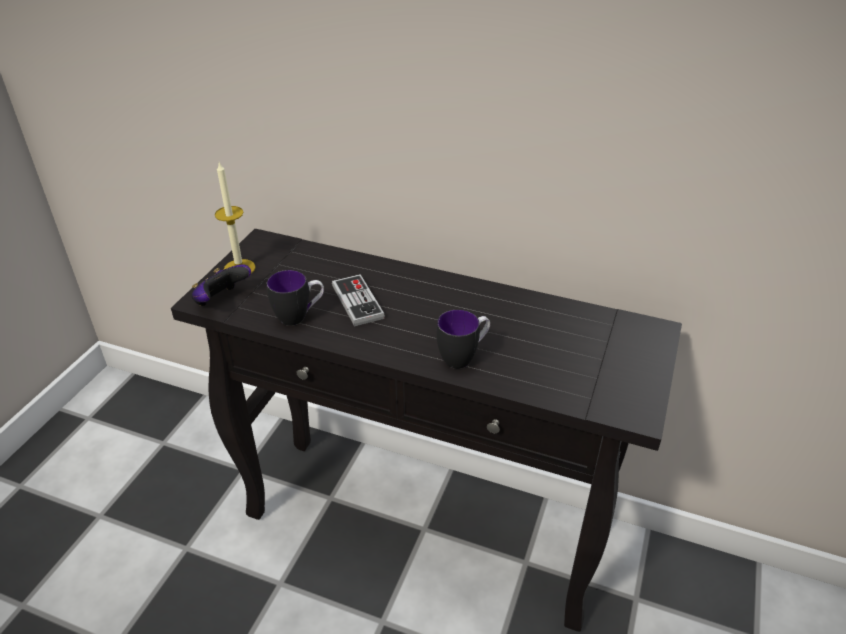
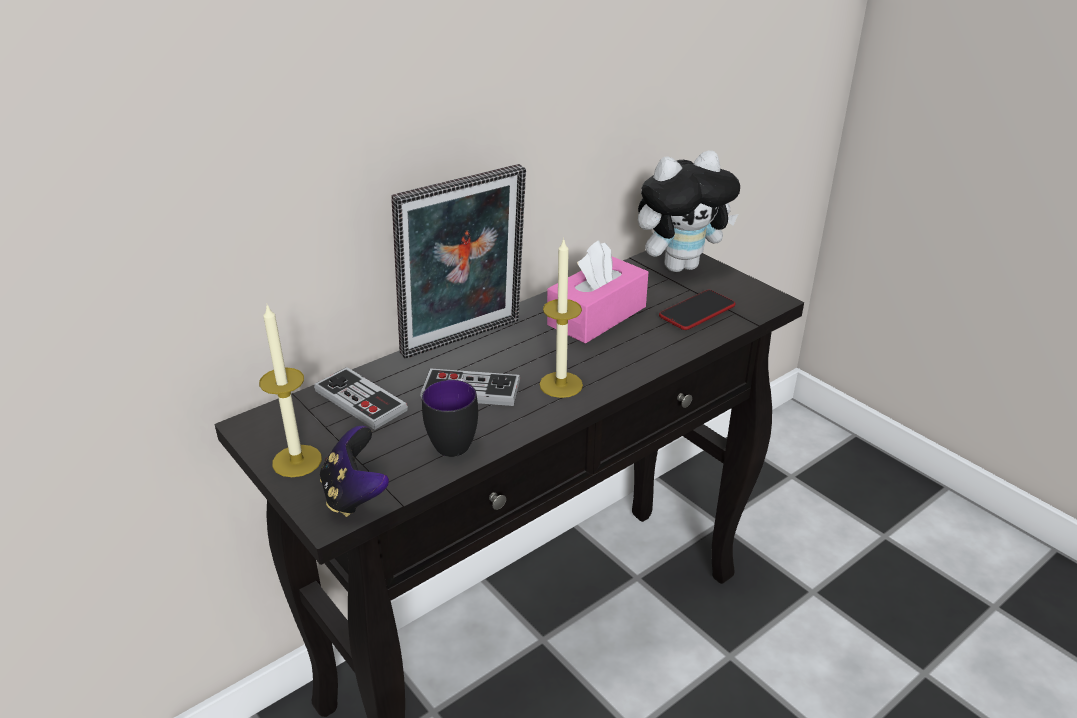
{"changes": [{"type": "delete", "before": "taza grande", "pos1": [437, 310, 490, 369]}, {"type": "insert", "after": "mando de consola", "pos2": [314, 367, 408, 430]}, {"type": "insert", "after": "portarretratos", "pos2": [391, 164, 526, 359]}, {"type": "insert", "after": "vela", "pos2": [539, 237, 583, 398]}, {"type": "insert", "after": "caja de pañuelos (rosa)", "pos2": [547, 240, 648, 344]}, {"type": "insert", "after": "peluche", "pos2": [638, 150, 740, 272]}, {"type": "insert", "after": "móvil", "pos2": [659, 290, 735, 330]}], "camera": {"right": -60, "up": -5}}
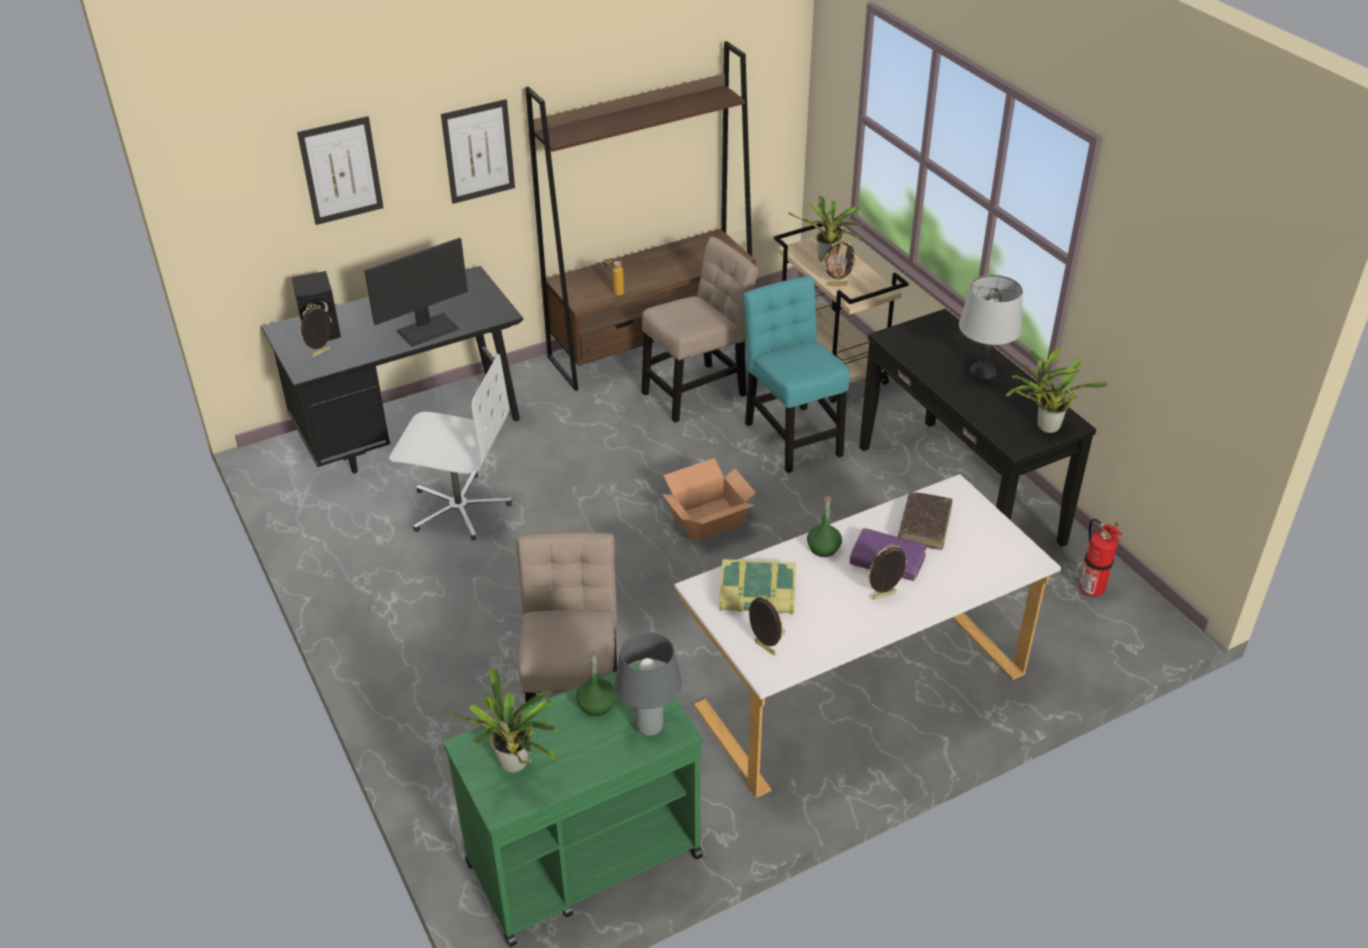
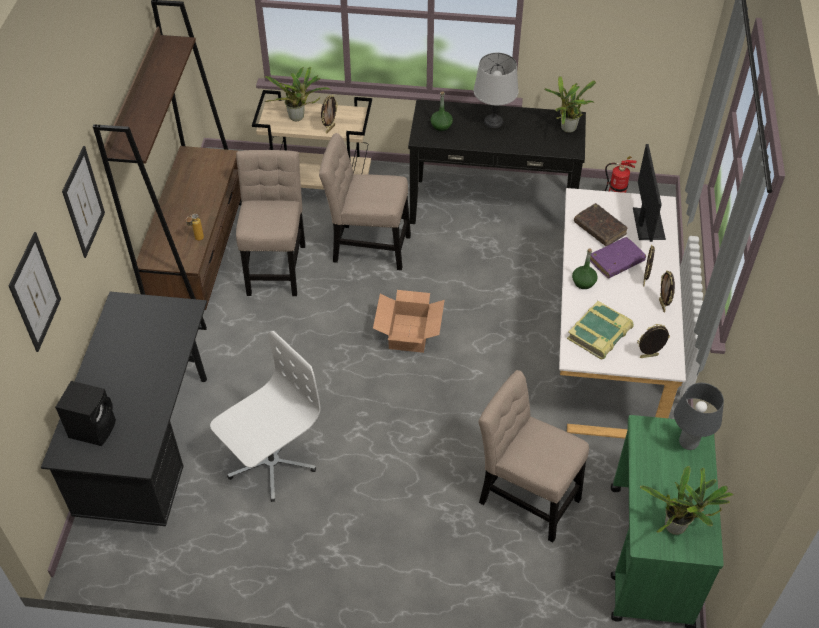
{"changes": [{"type": "move", "before": "portarretratos", "pos1": [298, 304, 332, 357], "pos2": [659, 270, 675, 312]}, {"type": "move", "before": "monitor", "pos1": [364, 238, 468, 347], "pos2": [633, 144, 666, 242]}, {"type": "move", "before": "botella (verde)", "pos1": [576, 651, 616, 716], "pos2": [431, 91, 453, 131]}, {"type": "recolor", "before": "silla (turquesa)", "after": "silla (beis)", "pos1": [743, 276, 850, 473], "pos2": [319, 133, 411, 270]}], "camera": {"right": -55, "up": 10}}
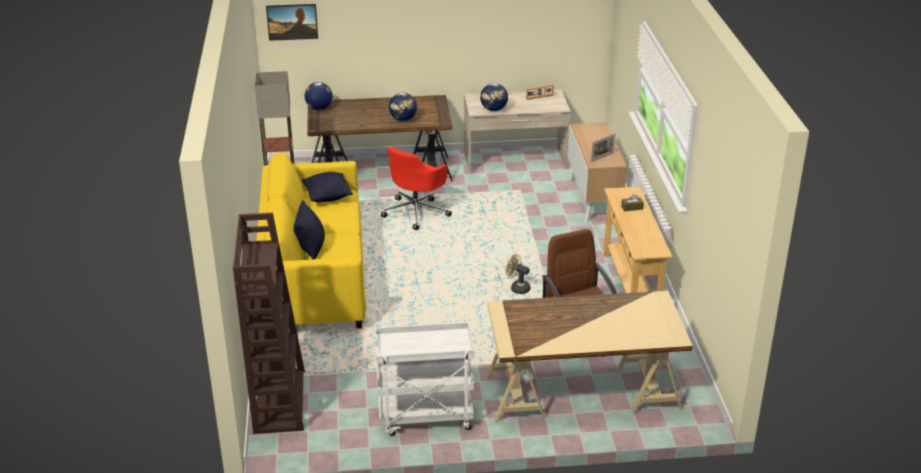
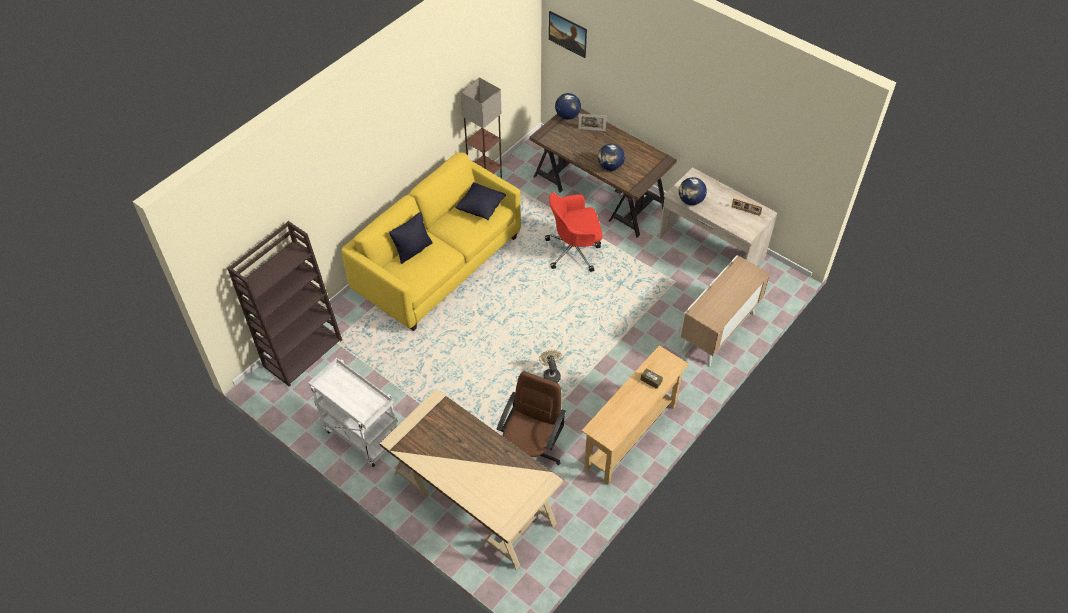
{"changes": [{"type": "move", "before": "portarretratos", "pos1": [591, 133, 615, 162], "pos2": [578, 114, 607, 131]}], "camera": {"right": 45, "up": 20}}
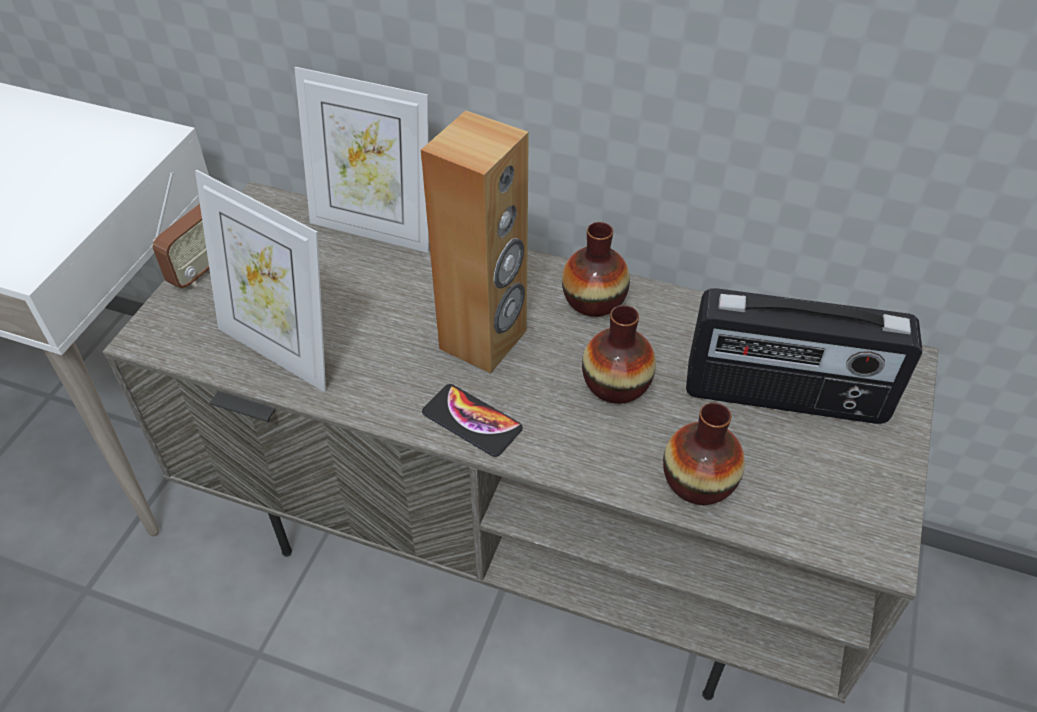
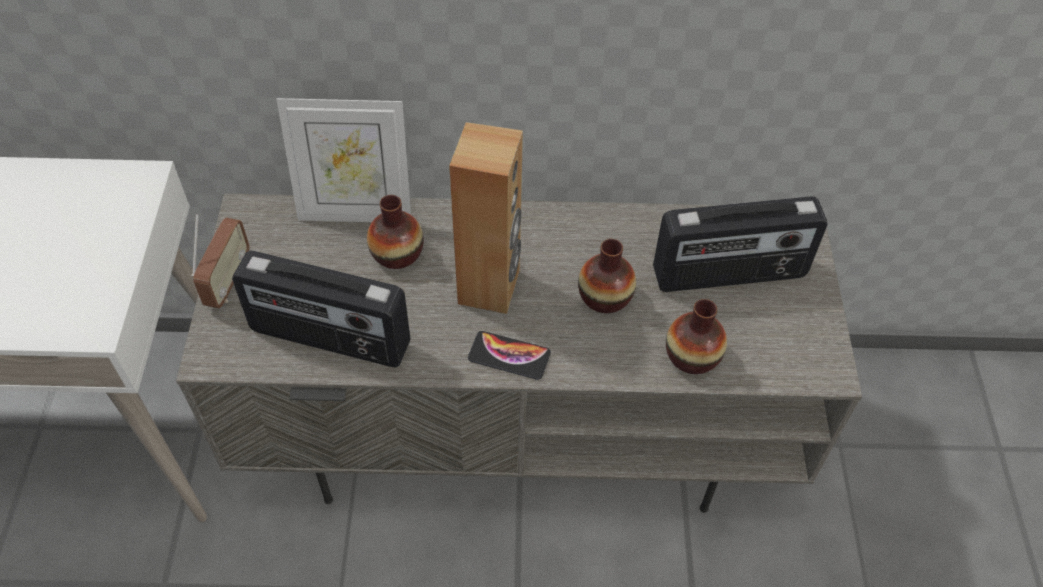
{"changes": [{"type": "replace", "before": "portarretratos", "after": "radio", "pos1": [195, 170, 326, 392], "pos2": [232, 251, 411, 367]}, {"type": "move", "before": "florero", "pos1": [562, 222, 630, 317], "pos2": [367, 195, 424, 269]}], "camera": {"right": -20, "up": 5}}
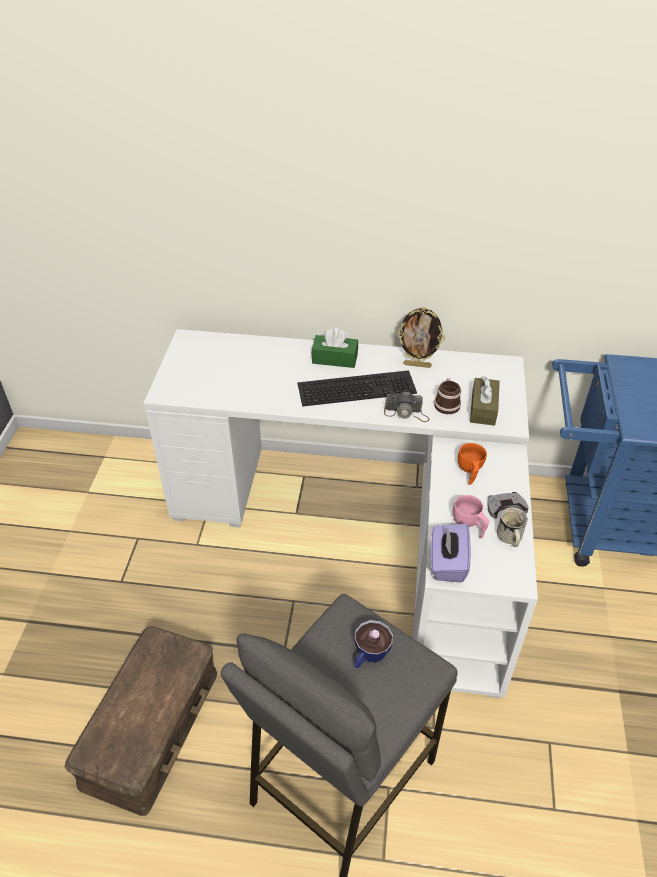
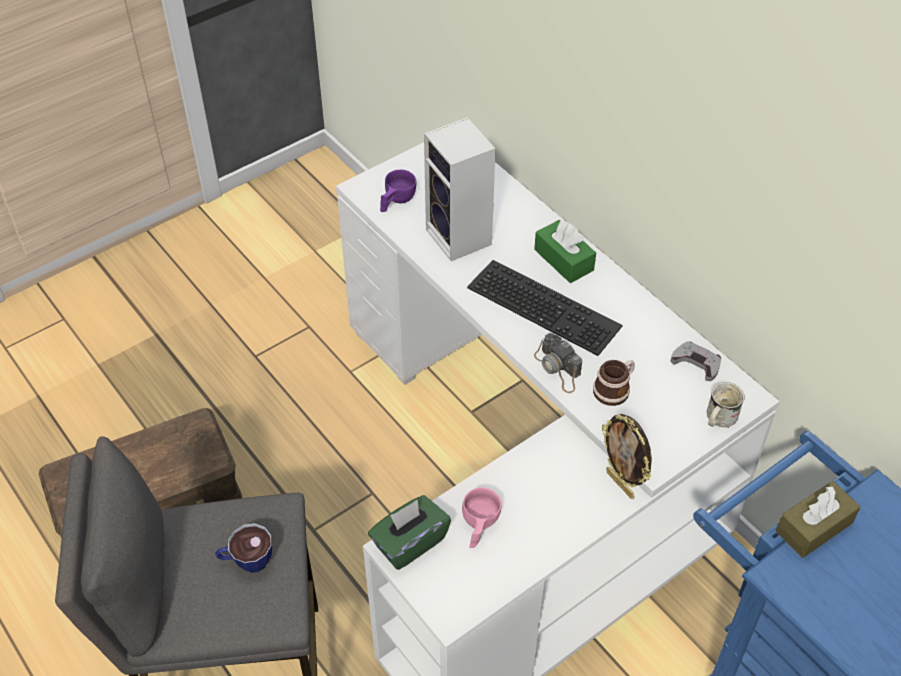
{"changes": [{"type": "move", "before": "portarretratos", "pos1": [397, 307, 445, 368], "pos2": [602, 414, 652, 499]}, {"type": "recolor", "before": "caja de pañuelos (morado)", "after": "caja de pañuelos (verde)", "pos1": [431, 524, 470, 582], "pos2": [368, 495, 451, 570]}, {"type": "delete", "before": "taza (naranja)", "pos1": [458, 443, 487, 485]}, {"type": "move", "before": "caja de pañuelos (marrón)", "pos1": [470, 376, 500, 426], "pos2": [776, 481, 861, 558]}, {"type": "move", "before": "mando de consola (gris)", "pos1": [487, 492, 529, 518], "pos2": [671, 342, 721, 381]}, {"type": "move", "before": "taza grande (blanco)", "pos1": [497, 507, 528, 547], "pos2": [707, 382, 745, 428]}, {"type": "insert", "after": "taza (morado)", "pos2": [380, 169, 416, 212]}, {"type": "insert", "after": "altavoz", "pos2": [424, 117, 496, 261]}], "camera": {"right": 45, "up": 5}}
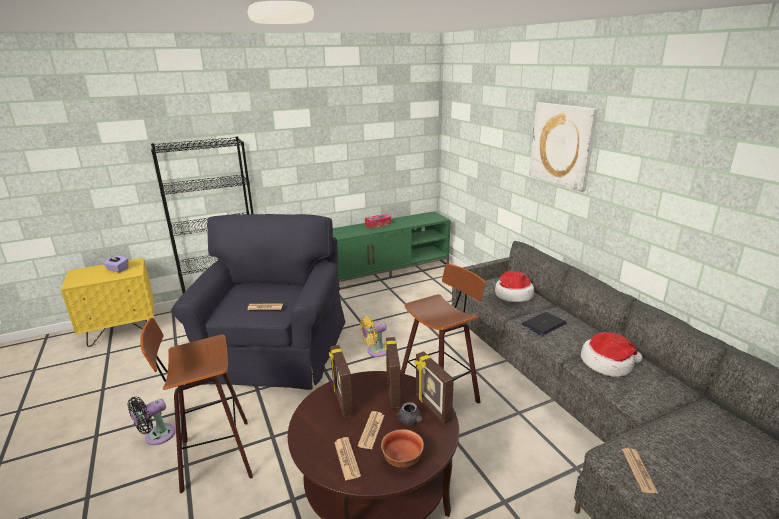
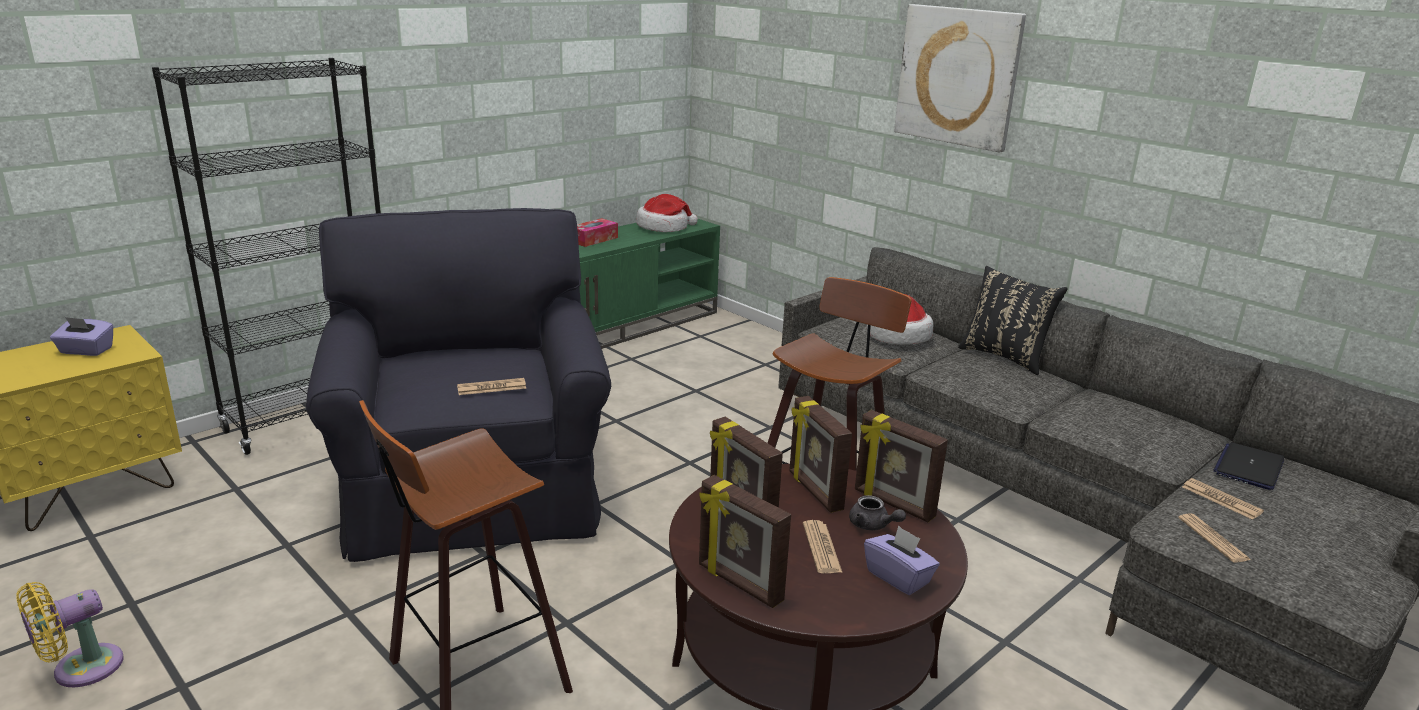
{"changes": [{"type": "delete", "before": "ventilador (negro)", "pos1": [128, 397, 176, 445]}, {"type": "move", "before": "periódico", "pos1": [334, 437, 361, 481], "pos2": [1182, 478, 1264, 520]}, {"type": "move", "before": "ventilador (amarillo)", "pos1": [360, 316, 387, 357], "pos2": [16, 582, 124, 687]}, {"type": "replace", "before": "cuenco", "after": "caja de pañuelos (morado)", "pos1": [381, 429, 424, 467], "pos2": [864, 525, 940, 595]}, {"type": "move", "before": "portátil", "pos1": [521, 312, 566, 336], "pos2": [1213, 442, 1284, 490]}, {"type": "move", "before": "sombrero", "pos1": [581, 332, 643, 377], "pos2": [636, 194, 698, 232]}, {"type": "insert", "after": "portarretratos", "pos2": [699, 475, 791, 608]}, {"type": "insert", "after": "cojín (negro)", "pos2": [958, 266, 1068, 375]}], "camera": {"right": -20, "up": 0}}
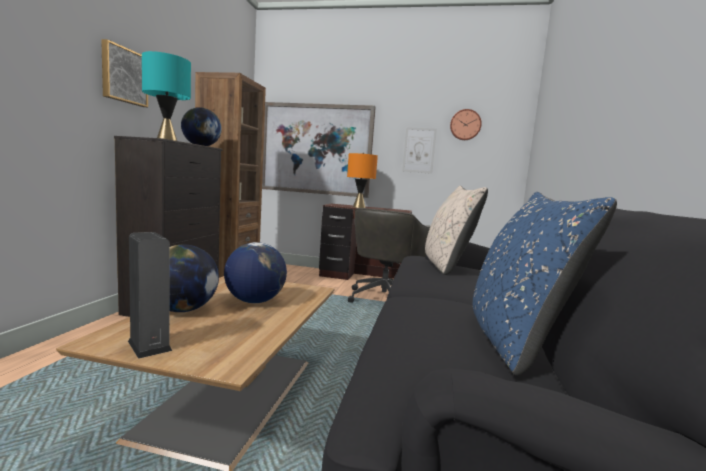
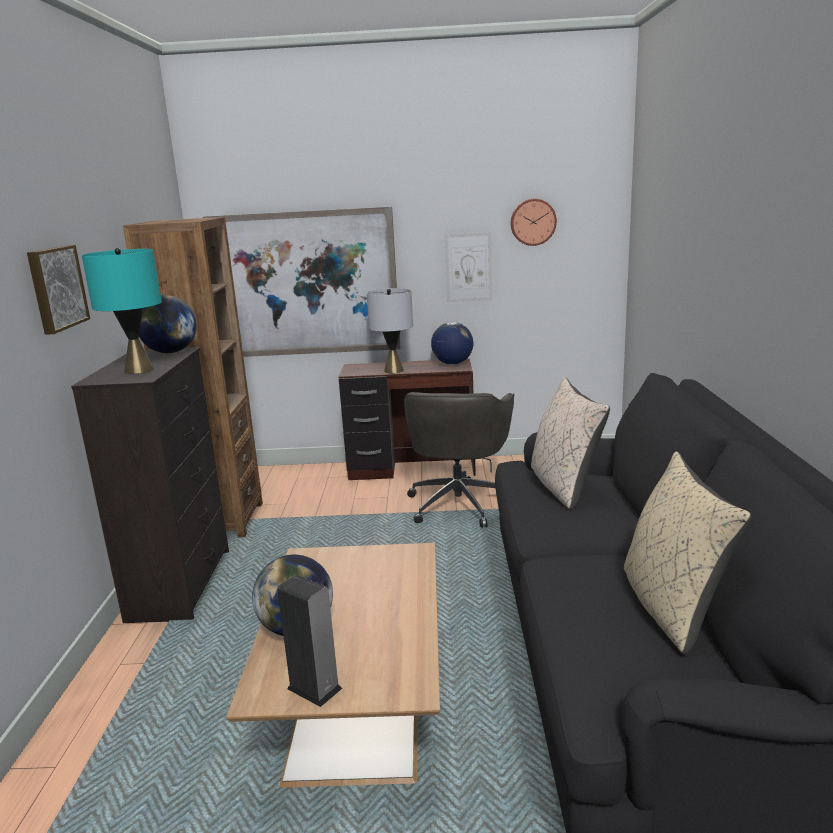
{"changes": [{"type": "move", "before": "globo terráqueo", "pos1": [224, 242, 287, 303], "pos2": [431, 322, 473, 365]}, {"type": "recolor", "before": "lámpara de mesa (naranja)", "after": "lámpara de mesa (gris)", "pos1": [347, 153, 378, 208], "pos2": [367, 288, 413, 373]}, {"type": "recolor", "before": "cojín (azul)", "after": "cojín (beis)", "pos1": [473, 192, 617, 376], "pos2": [624, 451, 752, 655]}], "camera": {"right": -10, "up": 10}}
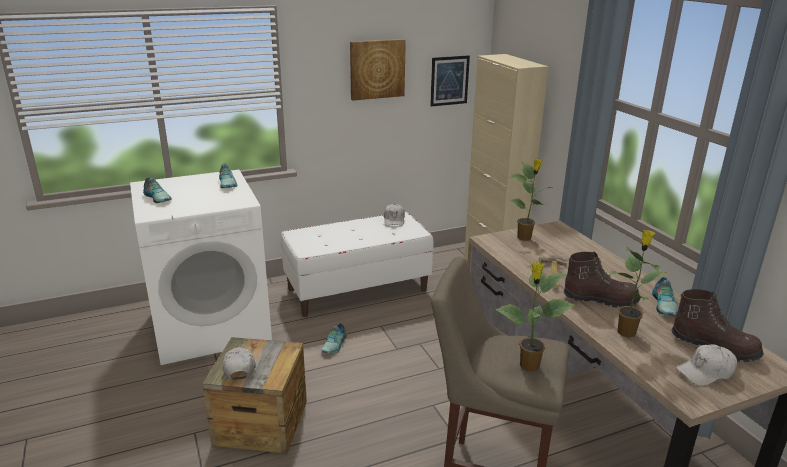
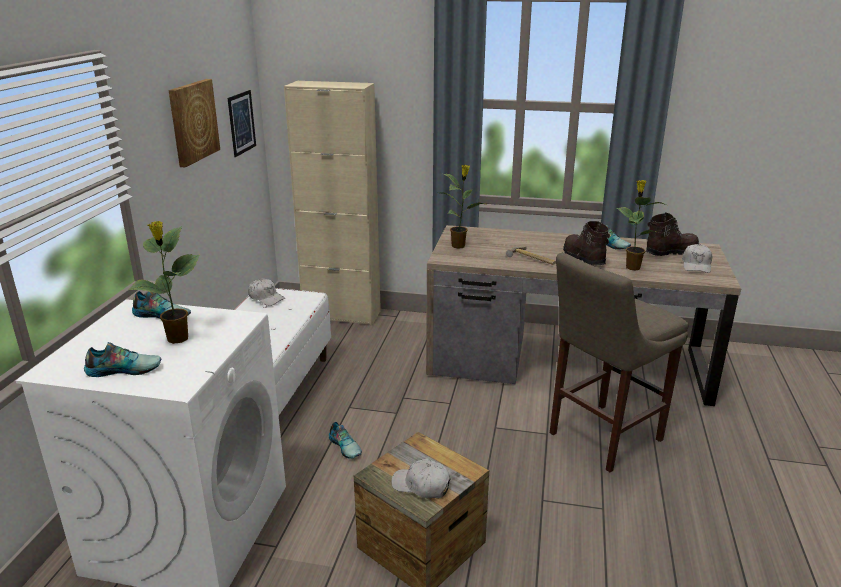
{"changes": [{"type": "move", "before": "planta en maceta", "pos1": [495, 262, 575, 372], "pos2": [128, 221, 200, 344]}, {"type": "rotate", "before": "bota (marrón)", "pos1": [564, 252, 640, 308], "pos2": [563, 221, 610, 266], "turn": -60}], "camera": {"right": -55, "up": 0}}
